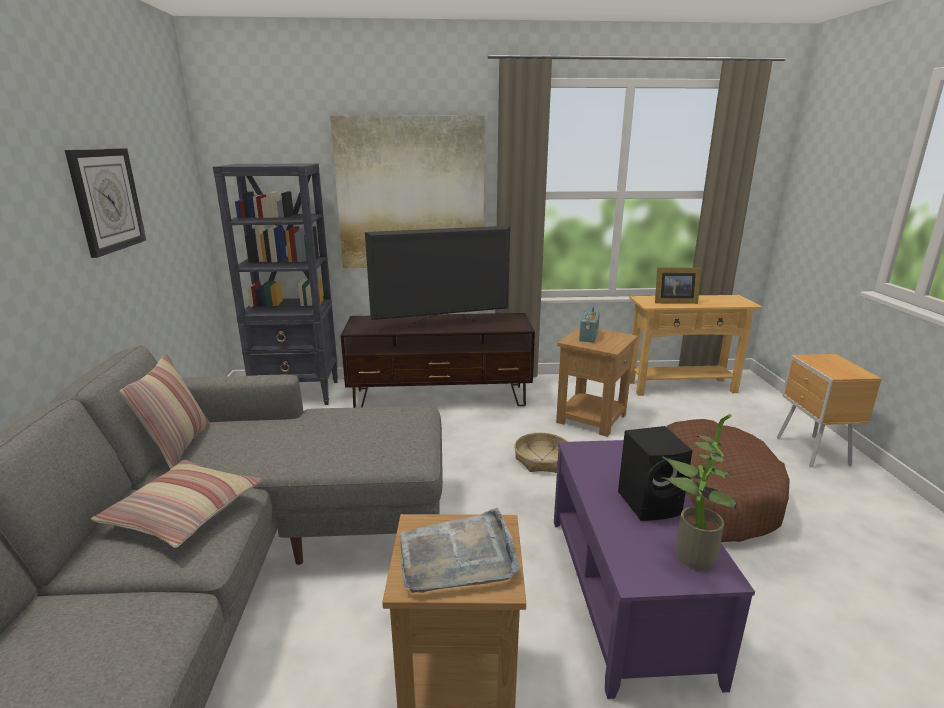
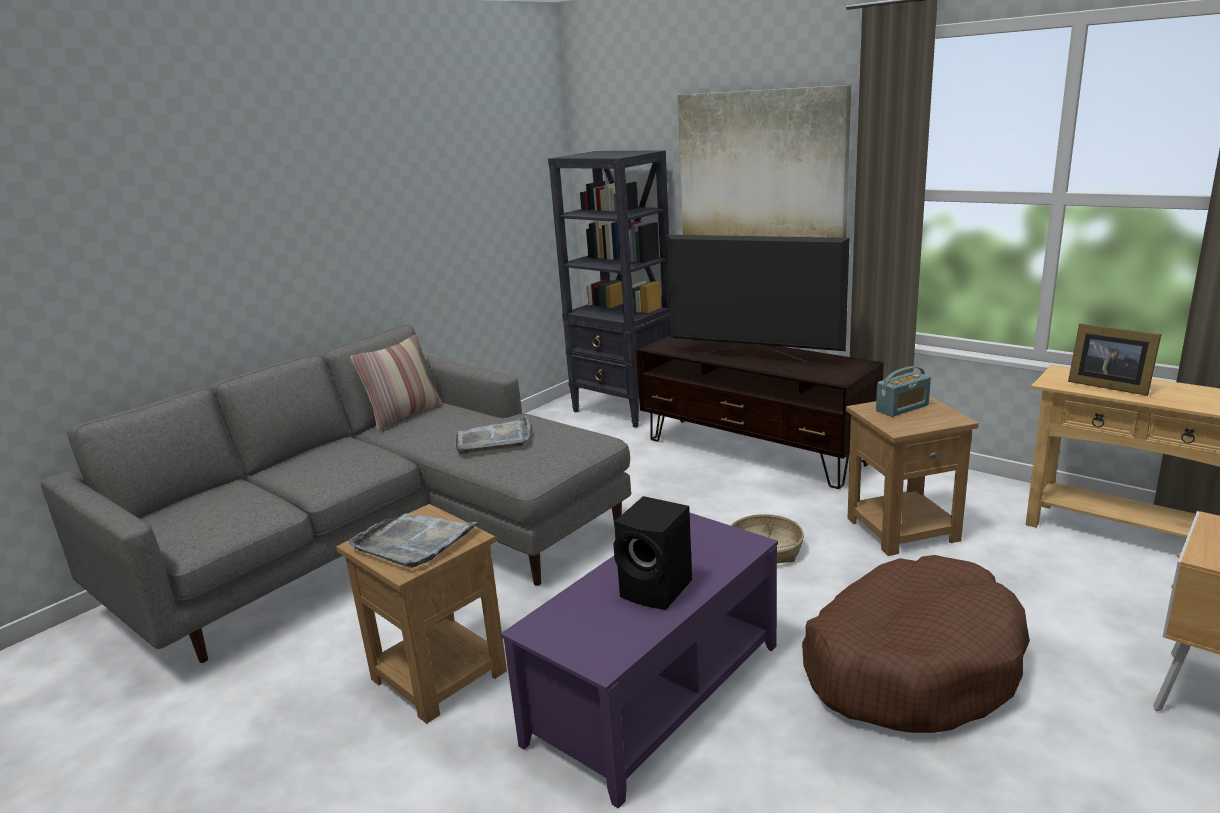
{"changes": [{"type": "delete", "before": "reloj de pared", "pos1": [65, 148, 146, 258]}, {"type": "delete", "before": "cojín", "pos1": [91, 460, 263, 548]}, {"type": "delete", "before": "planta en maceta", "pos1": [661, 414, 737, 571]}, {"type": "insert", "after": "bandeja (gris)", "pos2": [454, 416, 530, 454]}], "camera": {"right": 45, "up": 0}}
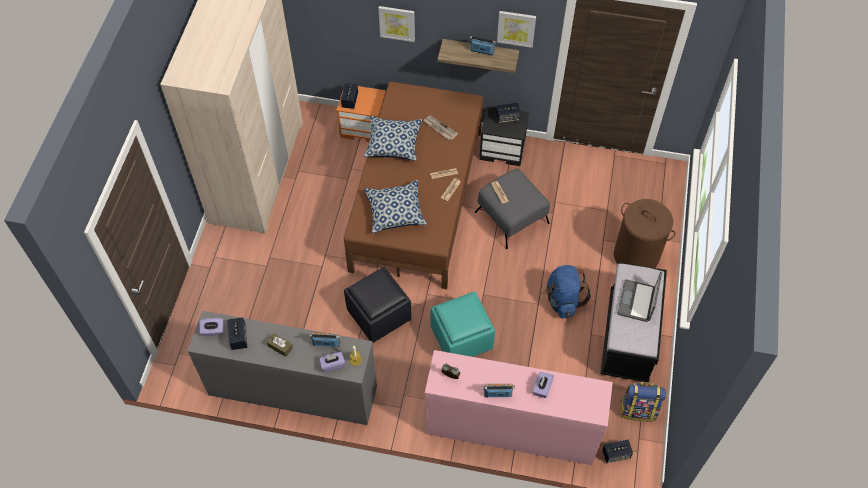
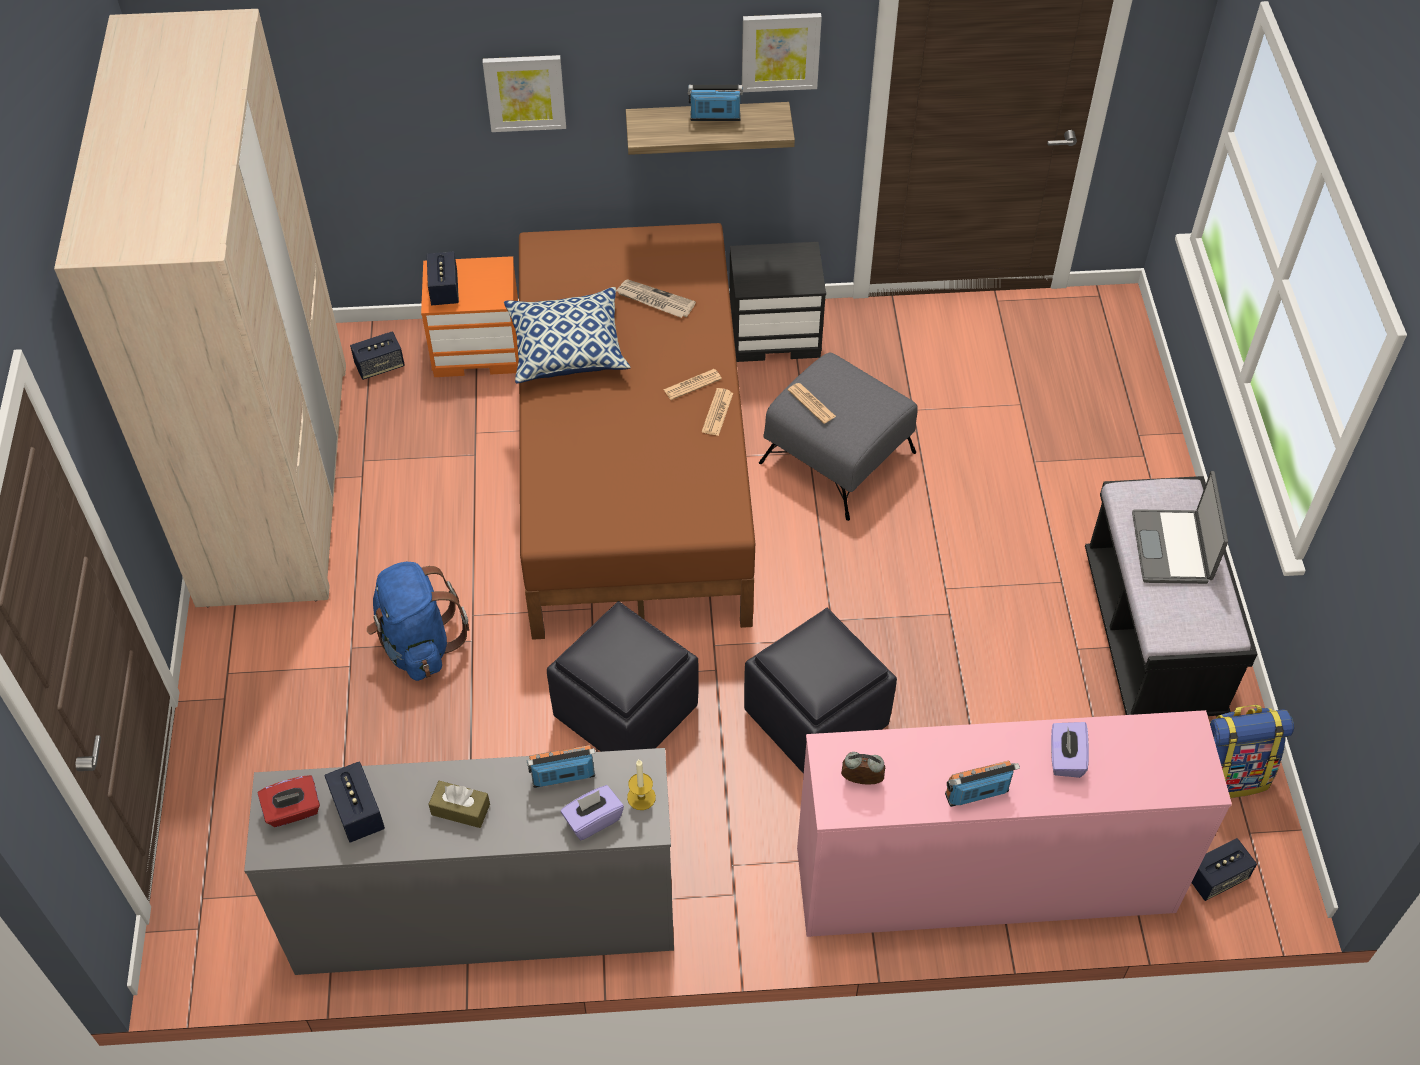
{"changes": [{"type": "recolor", "before": "caja de pañuelos (morado)", "after": "caja de pañuelos (rojo)", "pos1": [199, 318, 223, 336], "pos2": [258, 775, 320, 827]}, {"type": "delete", "before": "cojín", "pos1": [364, 180, 427, 233]}, {"type": "recolor", "before": "puf (turquesa)", "after": "puf (negro)", "pos1": [430, 291, 495, 357], "pos2": [744, 608, 897, 774]}, {"type": "move", "before": "altavoz", "pos1": [496, 103, 521, 123], "pos2": [350, 331, 405, 380]}, {"type": "move", "before": "mochila (azul)", "pos1": [545, 265, 591, 319], "pos2": [367, 562, 469, 681]}, {"type": "delete", "before": "cesto de la ropa (marrón)", "pos1": [614, 199, 676, 268]}], "camera": {"right": -15, "up": -5}}
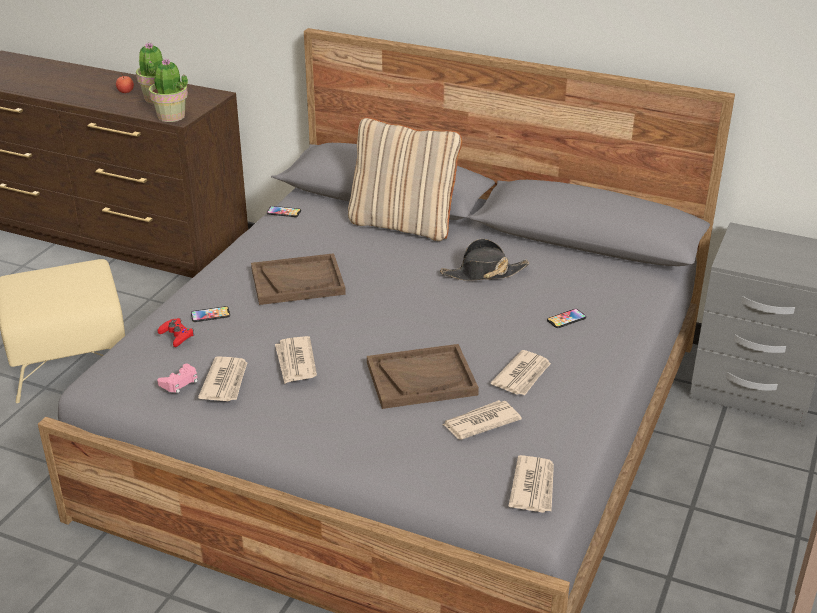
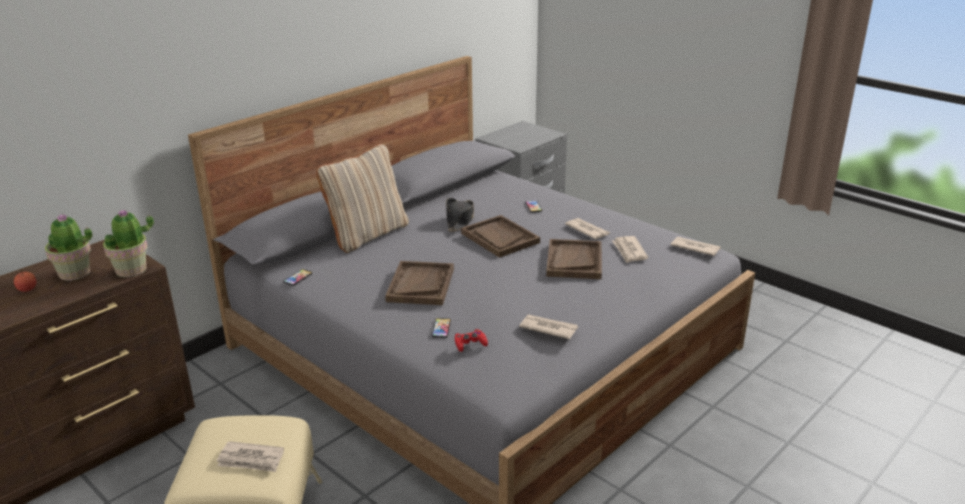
{"changes": [{"type": "delete", "before": "mando de consola (rosa)", "pos1": [157, 364, 198, 393]}, {"type": "move", "before": "periódico", "pos1": [275, 336, 317, 384], "pos2": [217, 441, 284, 472]}, {"type": "insert", "after": "bandeja (marrón)", "pos2": [461, 215, 540, 258]}], "camera": {"right": -70, "up": -5}}
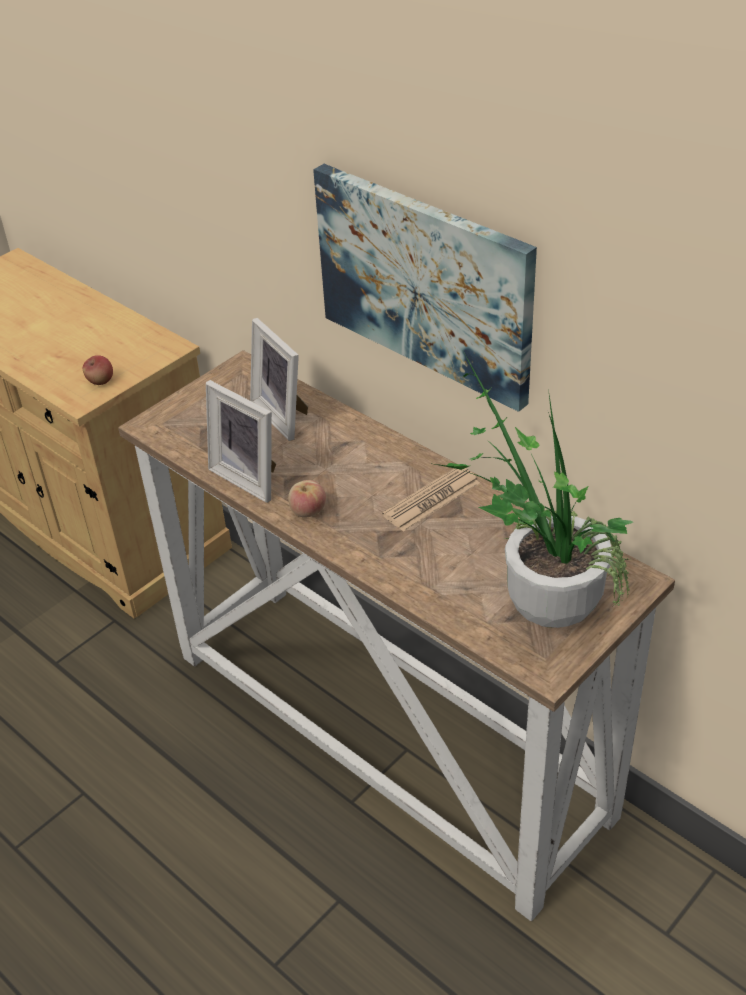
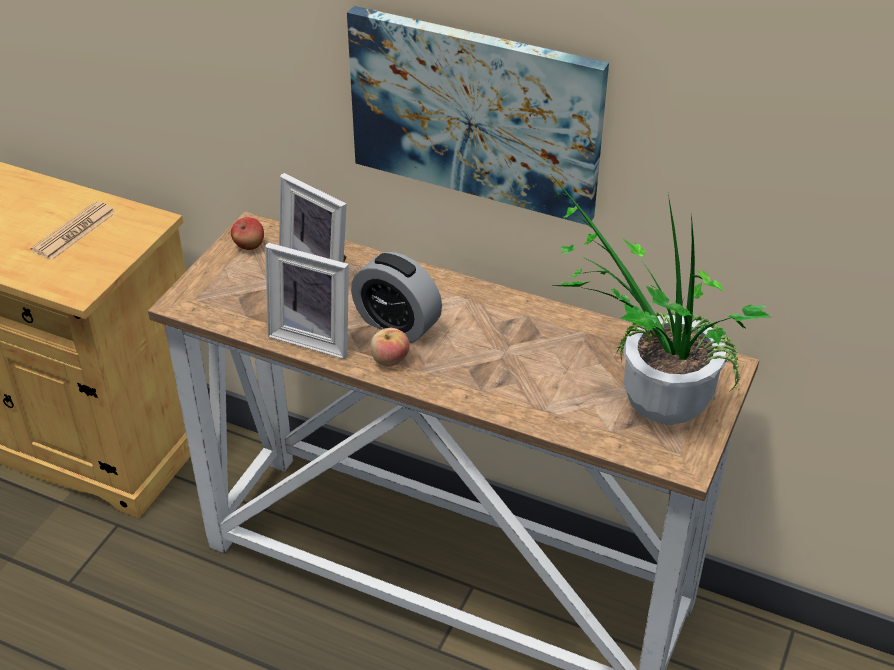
{"changes": [{"type": "move", "before": "manzana", "pos1": [83, 355, 113, 385], "pos2": [231, 217, 264, 250]}, {"type": "move", "before": "periódico", "pos1": [382, 468, 480, 532], "pos2": [31, 201, 116, 260]}, {"type": "insert", "after": "despertador", "pos2": [351, 252, 442, 343]}], "camera": {"right": -20, "up": 0}}
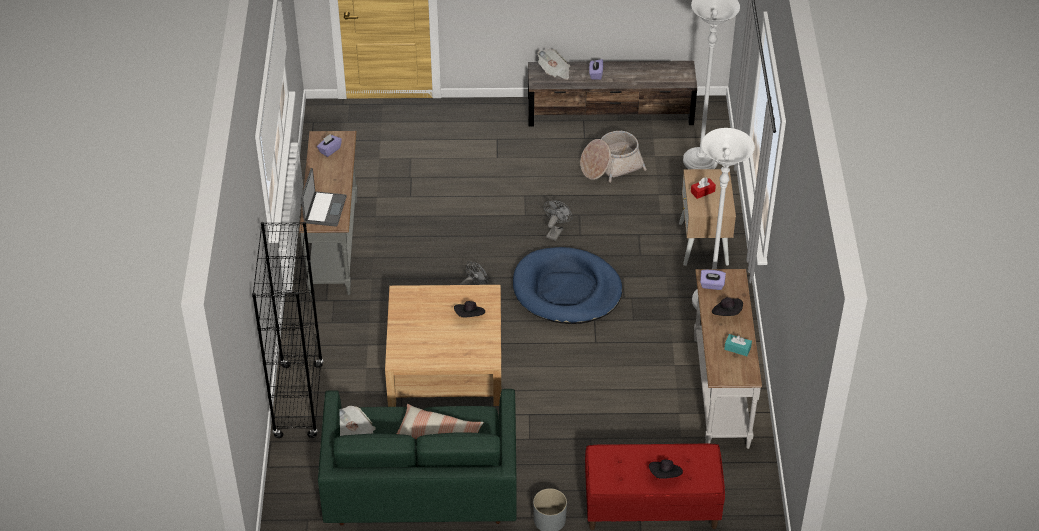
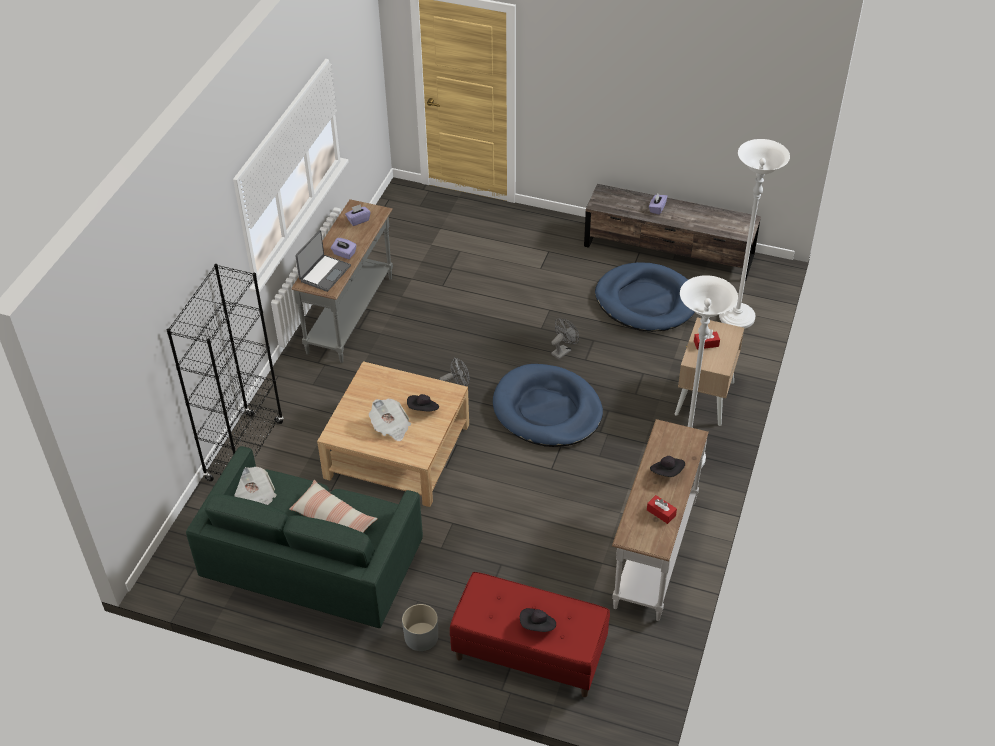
{"changes": [{"type": "move", "before": "periódico", "pos1": [538, 49, 570, 80], "pos2": [369, 399, 411, 441]}, {"type": "replace", "before": "cesta", "after": "cama para perro (azul)", "pos1": [580, 131, 647, 183], "pos2": [595, 262, 695, 332]}, {"type": "move", "before": "caja de pañuelos (morado)", "pos1": [700, 270, 726, 290], "pos2": [331, 238, 357, 259]}, {"type": "recolor", "before": "caja de pañuelos (turquesa)", "after": "caja de pañuelos (rojo)", "pos1": [724, 334, 752, 356], "pos2": [647, 495, 677, 524]}], "camera": {"right": 20, "up": 0}}
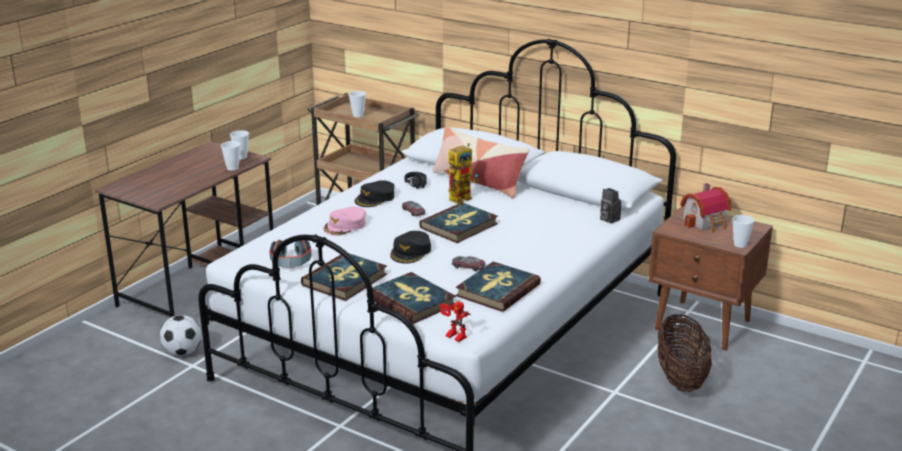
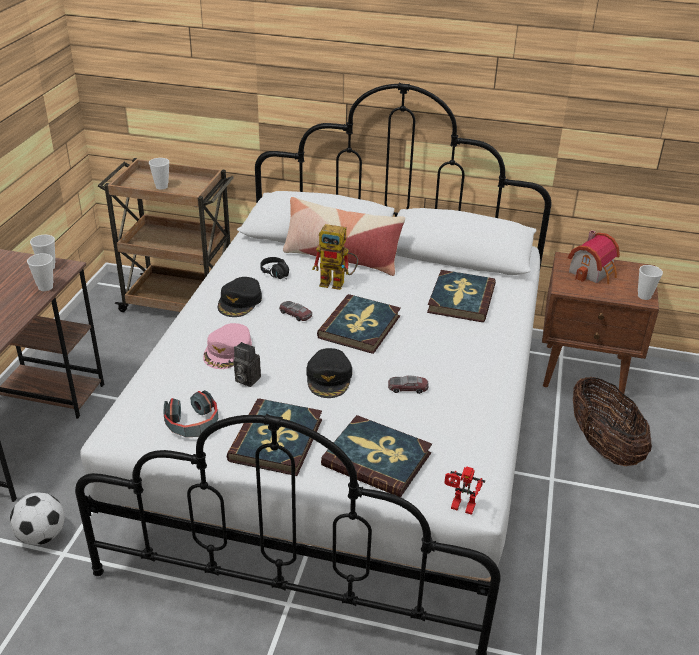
{"changes": [{"type": "rotate", "before": "robot de juguete", "pos1": [448, 143, 479, 204], "pos2": [312, 224, 358, 290], "turn": 75}, {"type": "move", "before": "libro", "pos1": [456, 262, 541, 312], "pos2": [427, 270, 496, 322]}, {"type": "move", "before": "cámara", "pos1": [600, 188, 621, 224], "pos2": [234, 342, 261, 387]}], "camera": {"right": -20, "up": 10}}
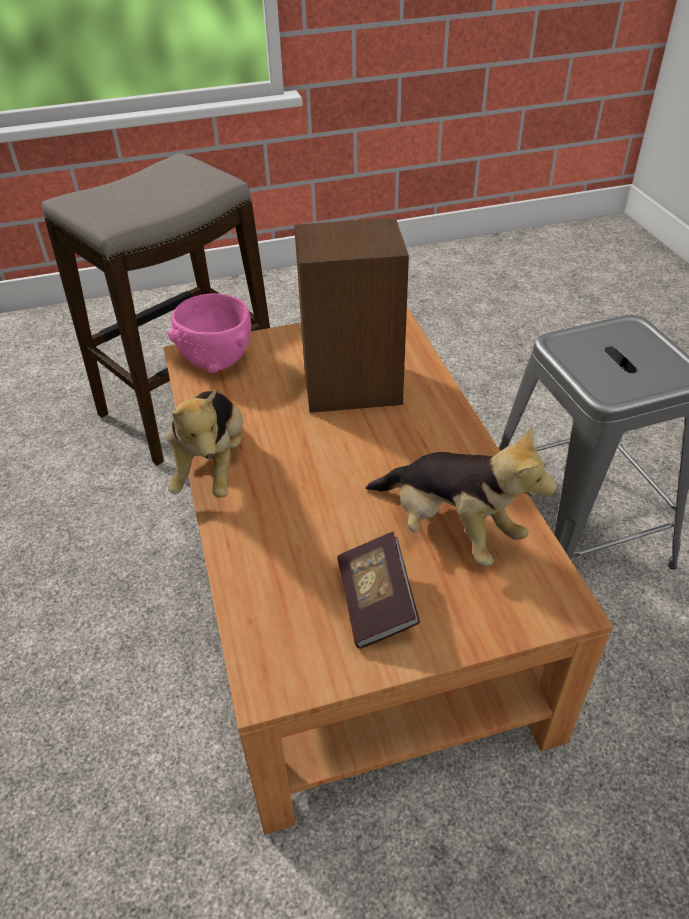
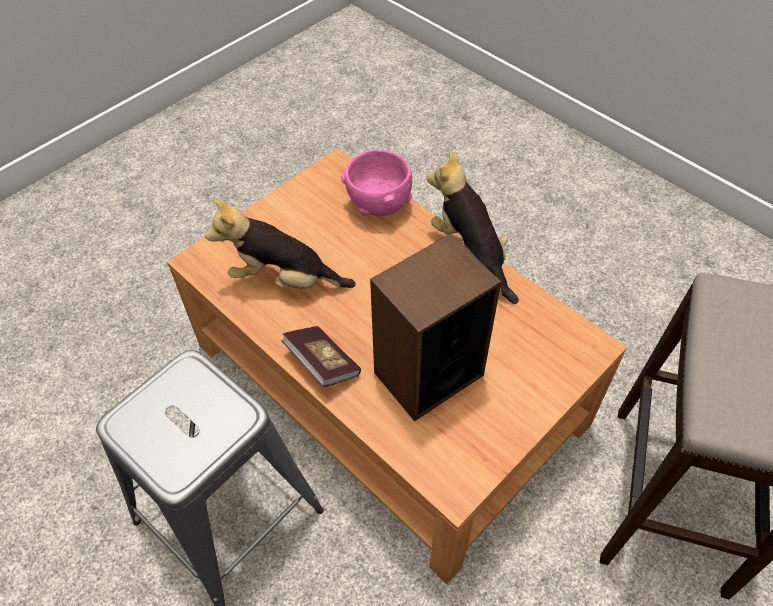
{"changes": [{"type": "move", "before": "cuenco (rosa)", "pos1": [168, 293, 251, 373], "pos2": [341, 149, 412, 216]}, {"type": "move", "before": "libro", "pos1": [337, 532, 420, 649], "pos2": [281, 326, 361, 387]}], "camera": {"right": 150, "up": 10}}
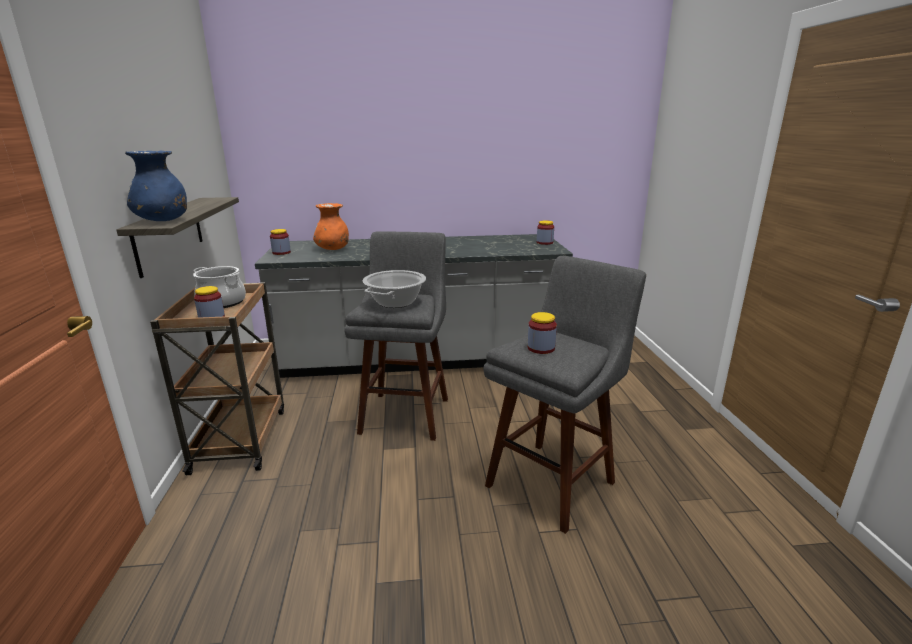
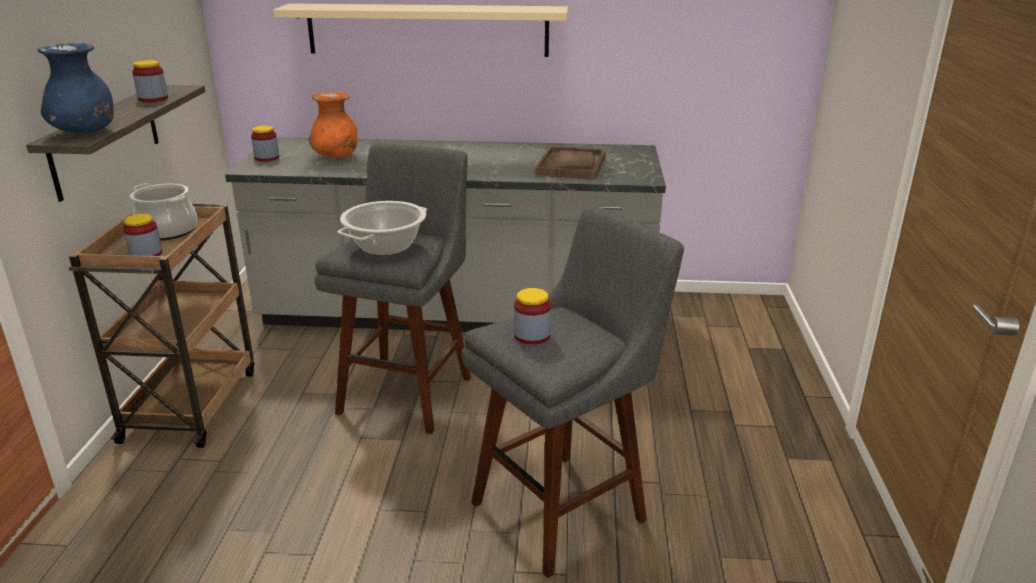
{"changes": [{"type": "move", "before": "tarro", "pos1": [537, 220, 554, 245], "pos2": [132, 60, 168, 102]}, {"type": "insert", "after": "estante (beis)", "pos2": [273, 3, 568, 57]}, {"type": "insert", "after": "bandeja (marrón)", "pos2": [535, 146, 606, 179]}], "camera": {"right": 10, "up": 5}}
